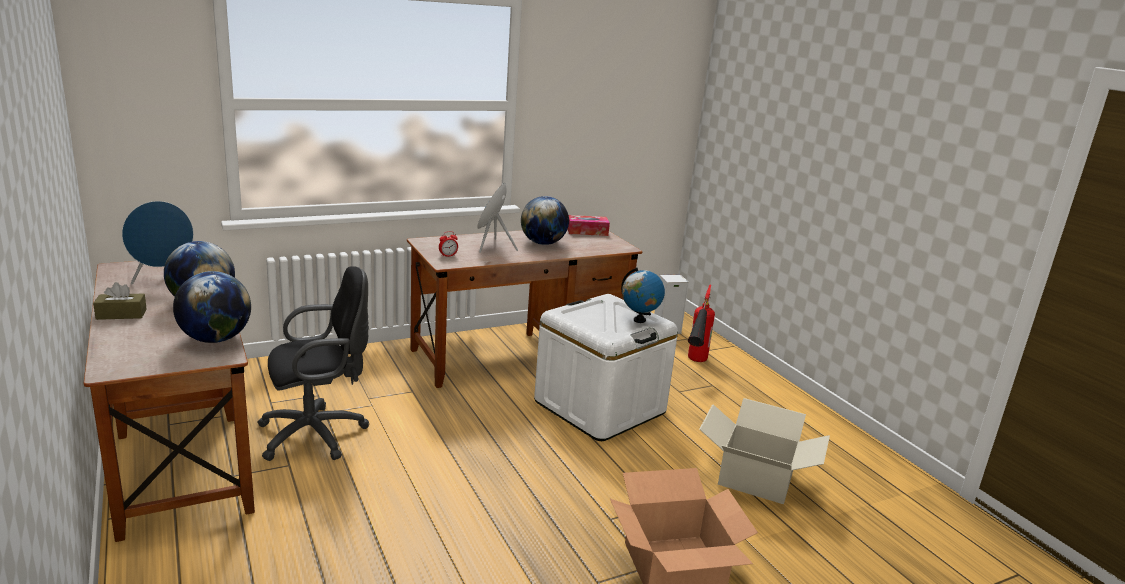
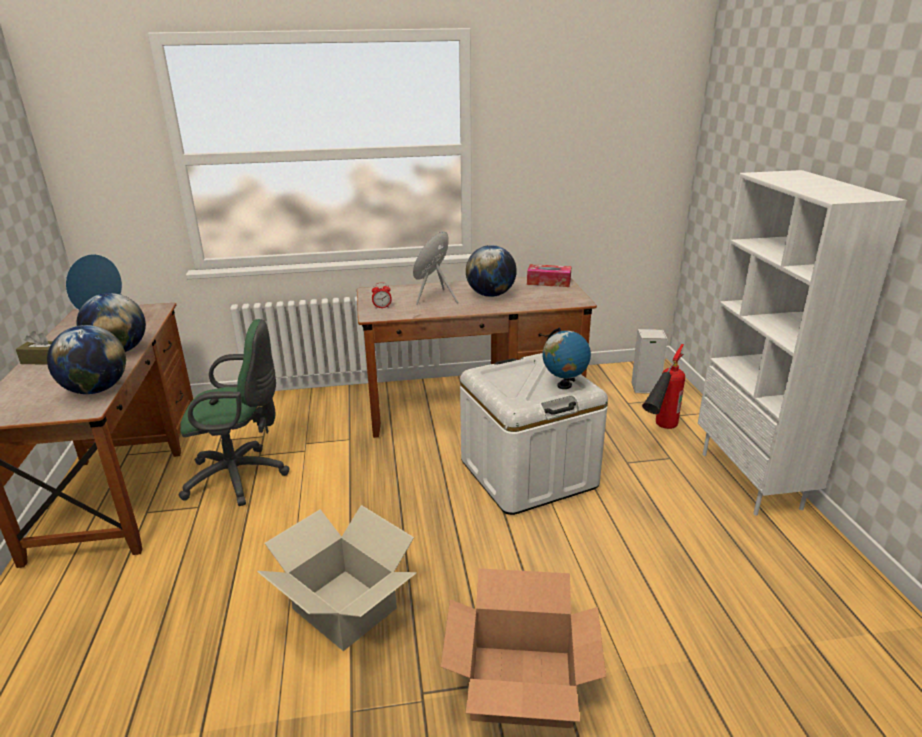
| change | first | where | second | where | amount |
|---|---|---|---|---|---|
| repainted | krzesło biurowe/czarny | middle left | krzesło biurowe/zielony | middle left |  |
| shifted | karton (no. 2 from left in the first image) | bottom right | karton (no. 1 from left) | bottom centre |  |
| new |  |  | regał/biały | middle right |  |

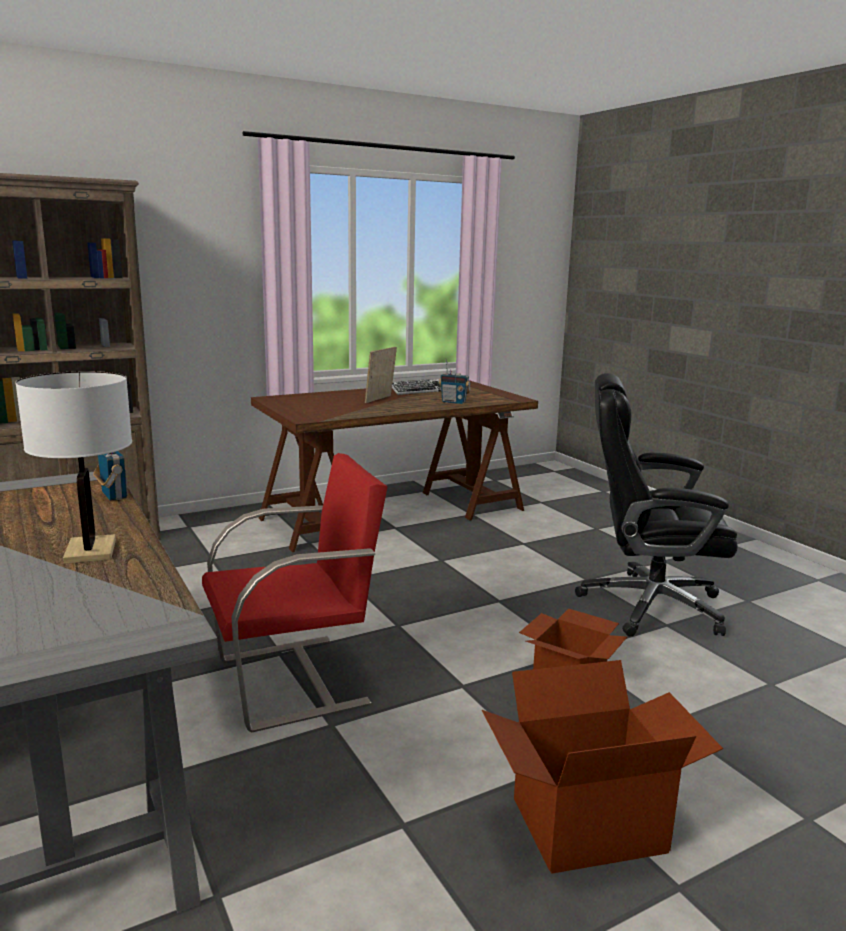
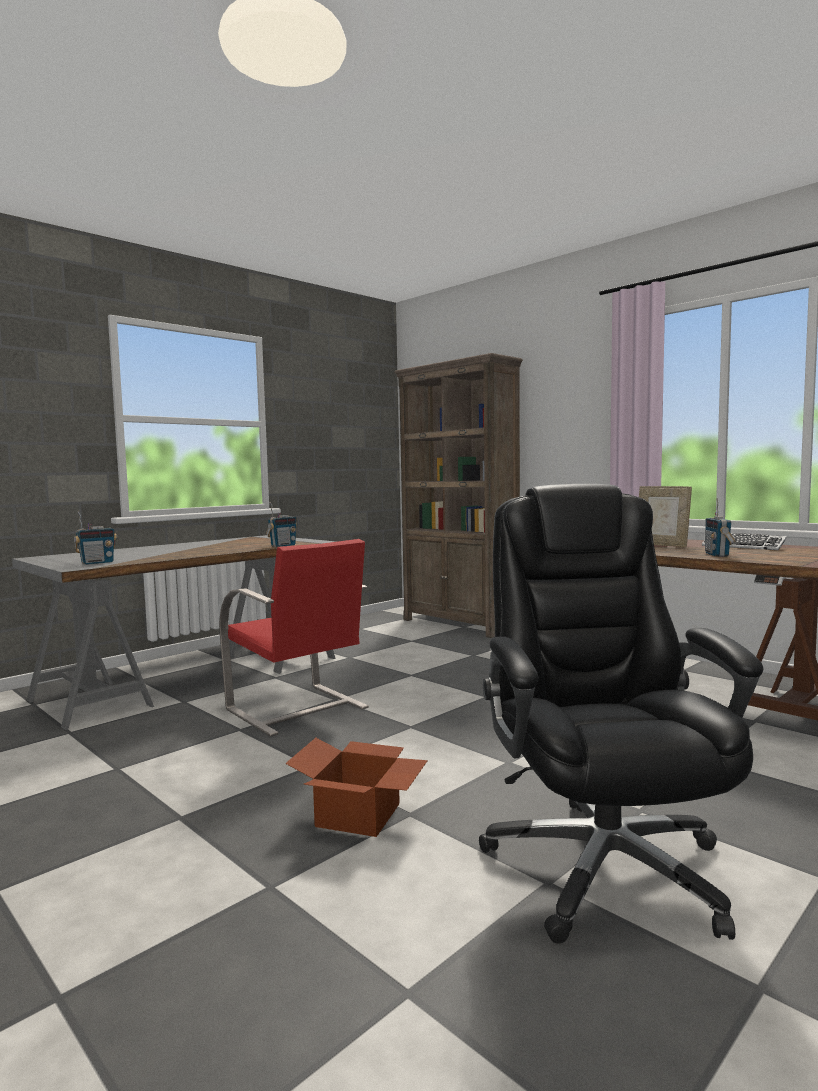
| change | first | where | second | where | amount |
|---|---|---|---|---|---|
| new |  |  | radio (no. 1 from left) | middle left |  |
| rotated | ramka na zdjęcie | centre |  | middle right | 150 degrees counterclockwise |
| gone | lampa stołowa/biały | middle left |  |  |  |
| gone | karton (no. 2 from left) | bottom right |  |  |  |

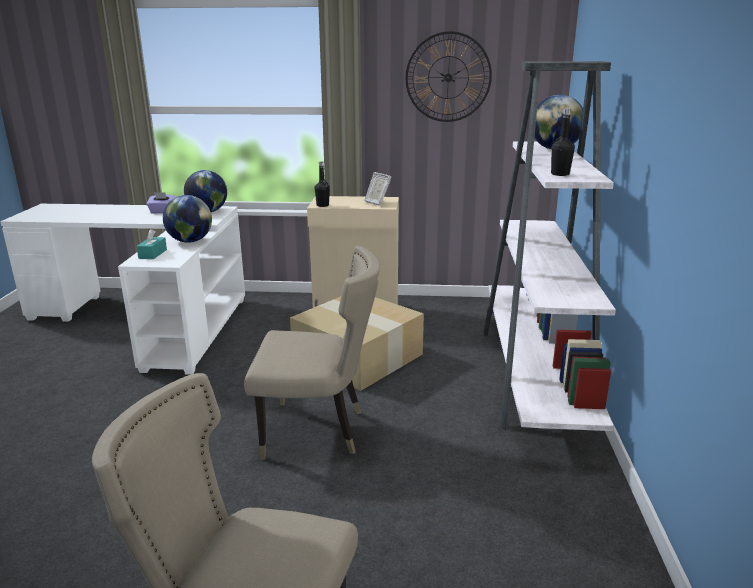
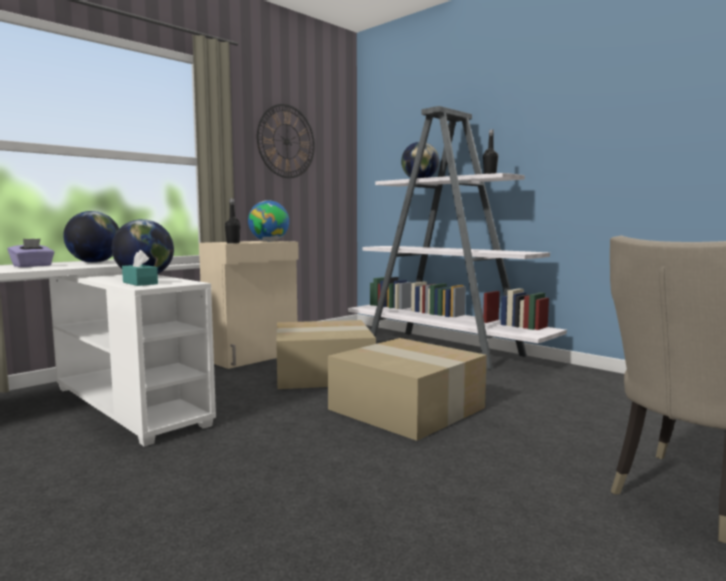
| change | first | where | second | where | amount |
|---|---|---|---|---|---|
| swapped | ramka na zdjęcie | top centre | globus (no. 3 from left) | centre |  |
| swapped | krzesło/beżowy (no. 2 from left) | centre | karton (no. 2 from left) | bottom centre |  |

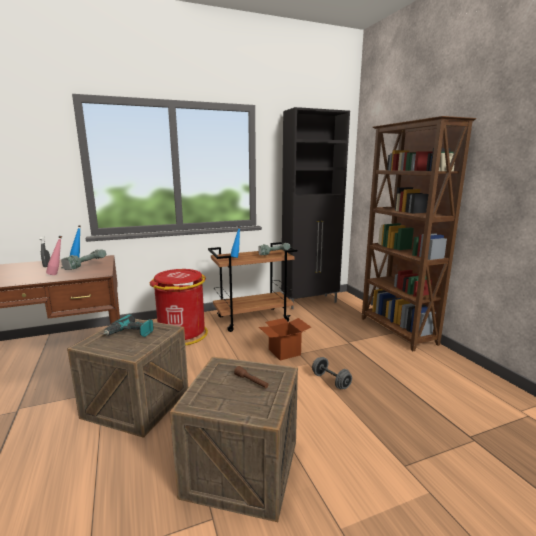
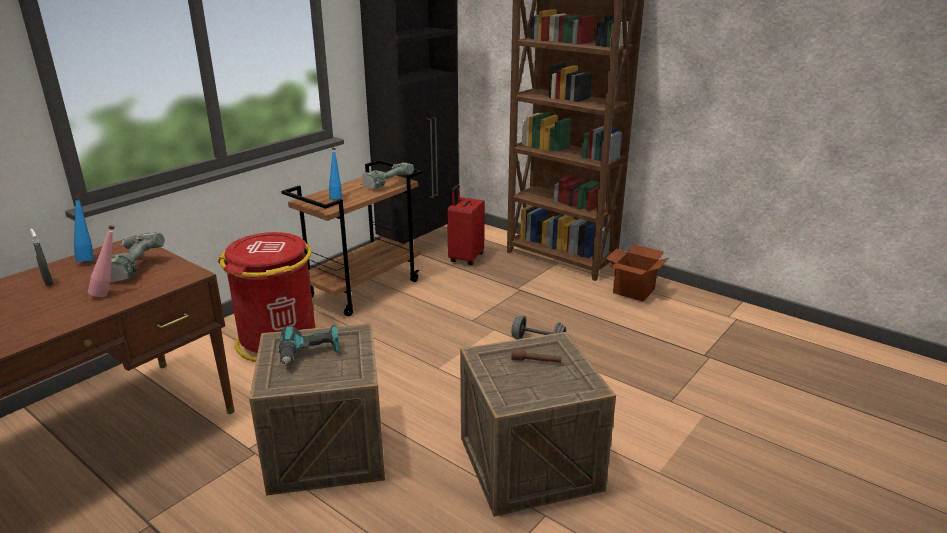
| change | first | where | second | where | amount |
|---|---|---|---|---|---|
| new |  |  | walizka/czerwony | centre |  |
| shifted | karton | centre |  | middle right |  |

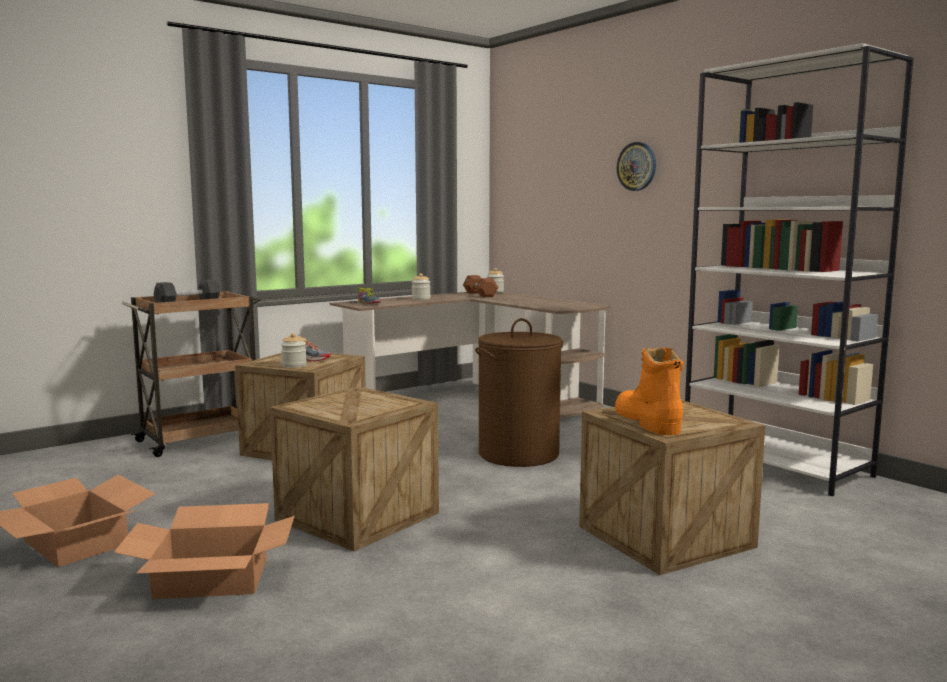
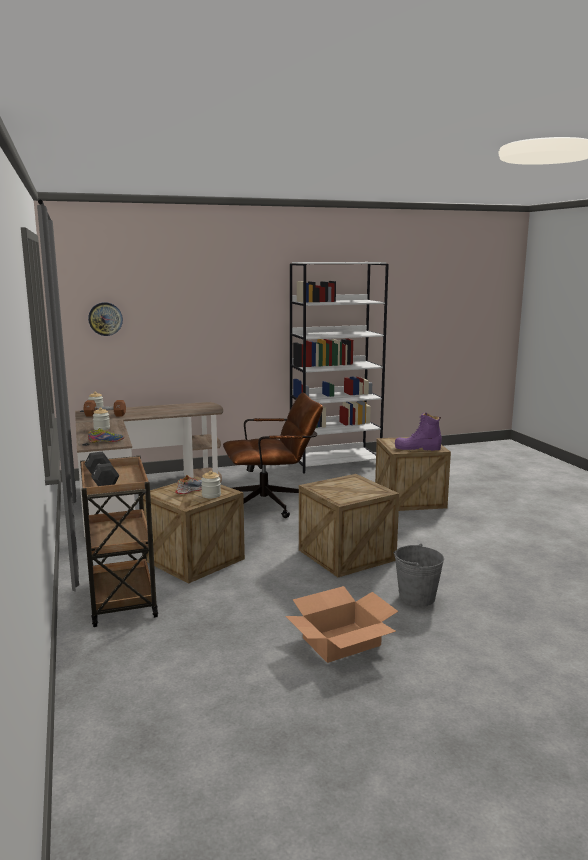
| change | first | where | second | where | amount |
|---|---|---|---|---|---|
| shifted | zegar ścienny | top right |  | middle left |  |
| swapped | kosz na pranie/brązowy | centre | krzesło biurowe/brązowy | centre |  |
| swapped | karton (no. 2 from left) | bottom left | wiadro/szary | bottom right |  |
| repainted | but z cholewką/pomarańczowy | middle right | but z cholewką/fioletowy | middle right |  |

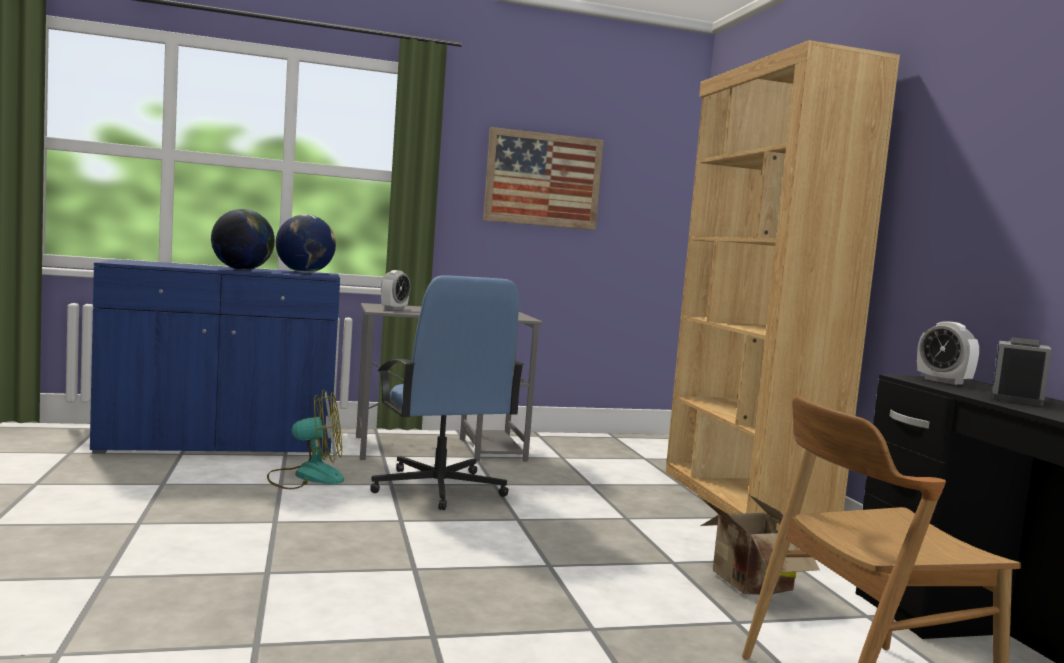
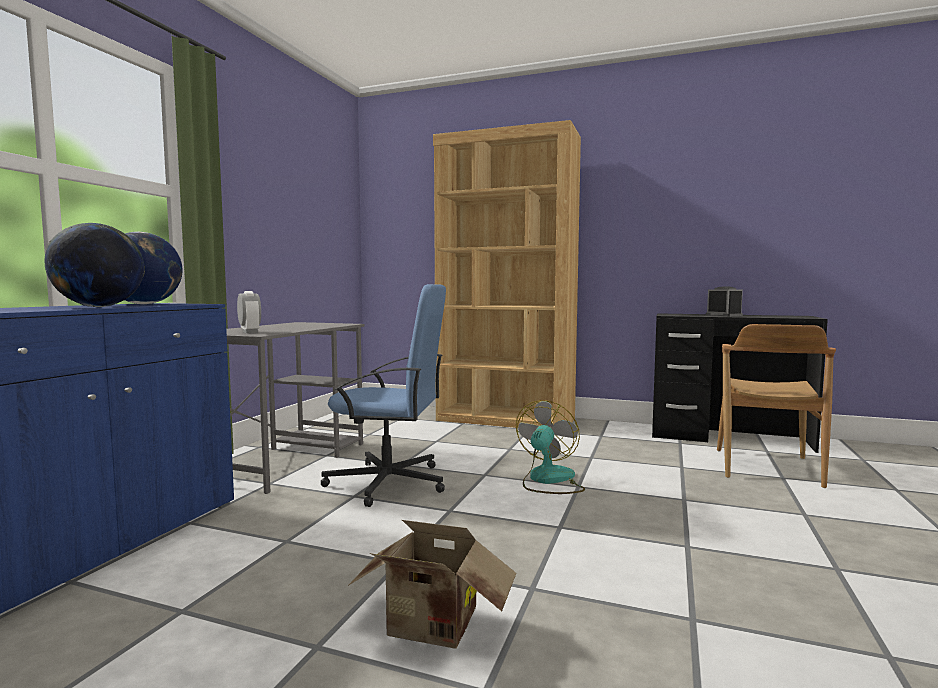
| change | first | where | second | where | amount |
|---|---|---|---|---|---|
| shifted | karton | bottom right |  | bottom centre |  |
| shifted | wentylator | middle left |  | centre |  |
| gone | obraz | top centre |  |  |  |
| gone | budzik (no. 2 from left) | middle right |  |  |  |

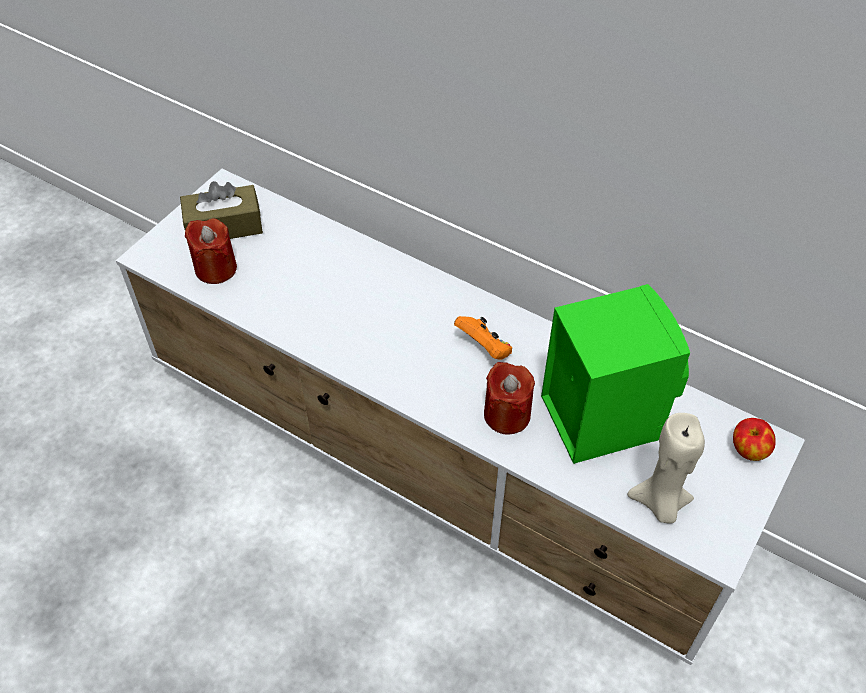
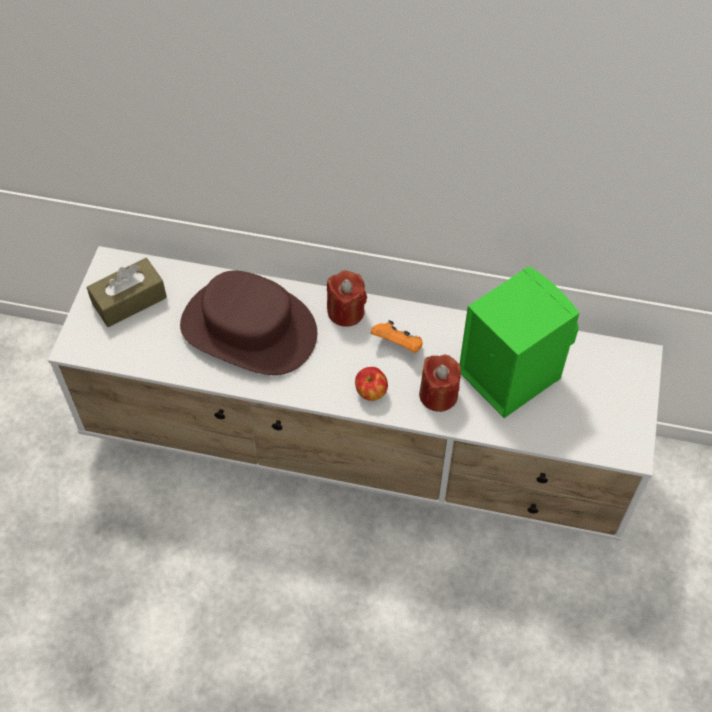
| change | first | where | second | where | amount |
|---|---|---|---|---|---|
| new |  |  | kapelusz/brązowy | centre |  |
| shifted | świeca/czerwony (no. 1 from left) | middle left |  | centre |  |
| shifted | jabłko | middle right |  | centre |  |
| gone | świeca/beżowy | bottom right |  |  |  |

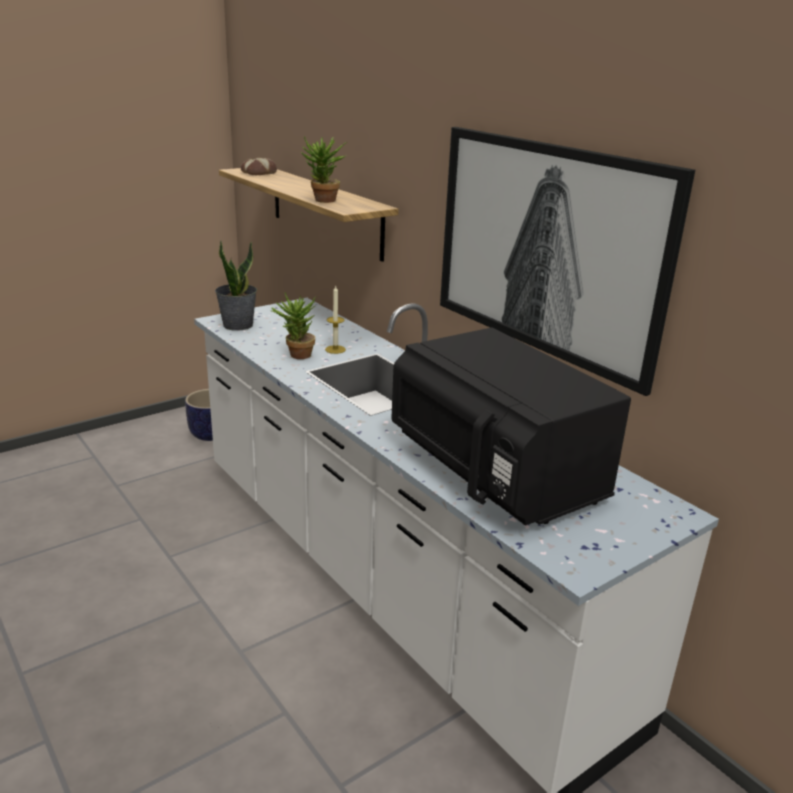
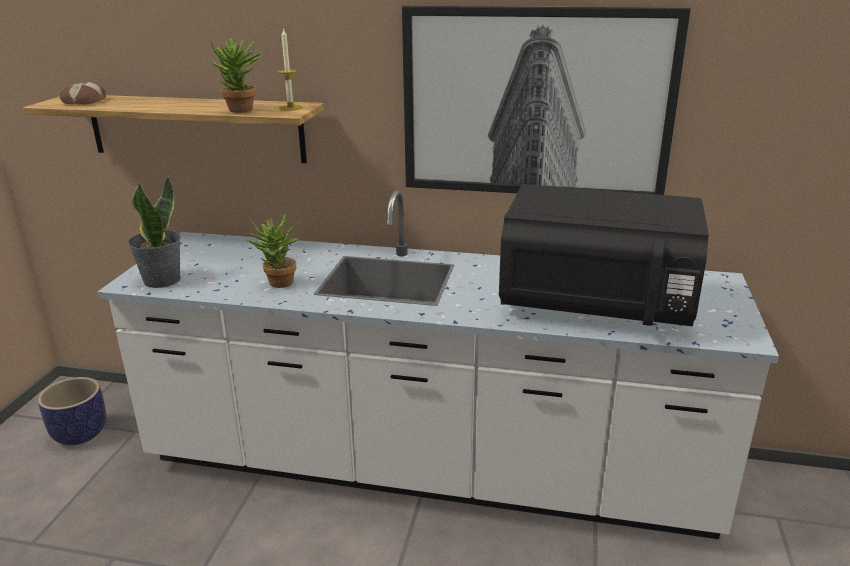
| change | first | where | second | where | amount |
|---|---|---|---|---|---|
| shifted | świeca | centre |  | top centre |  |

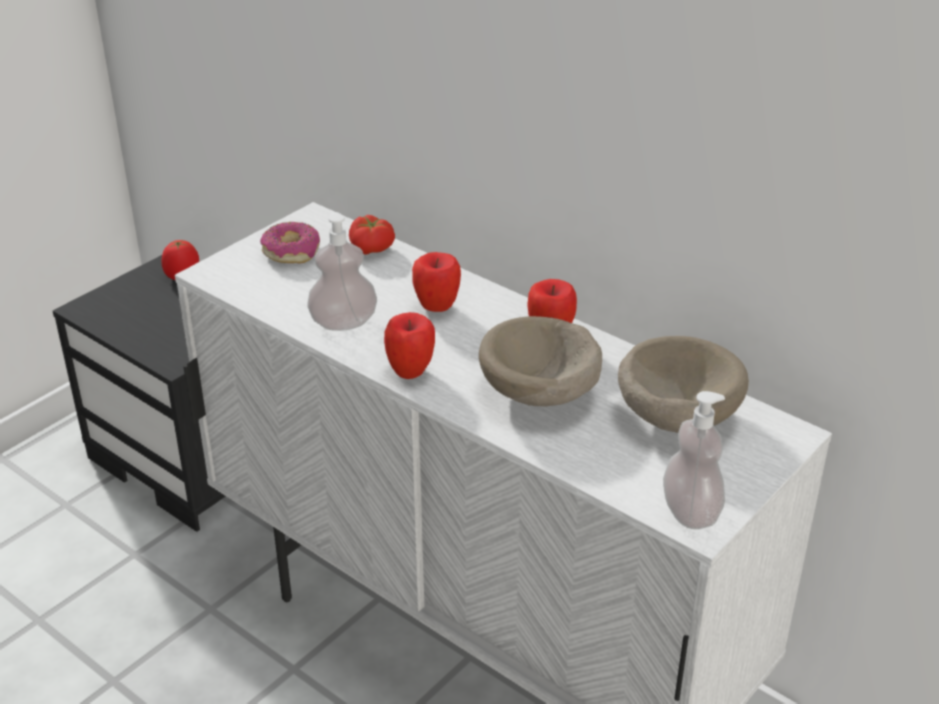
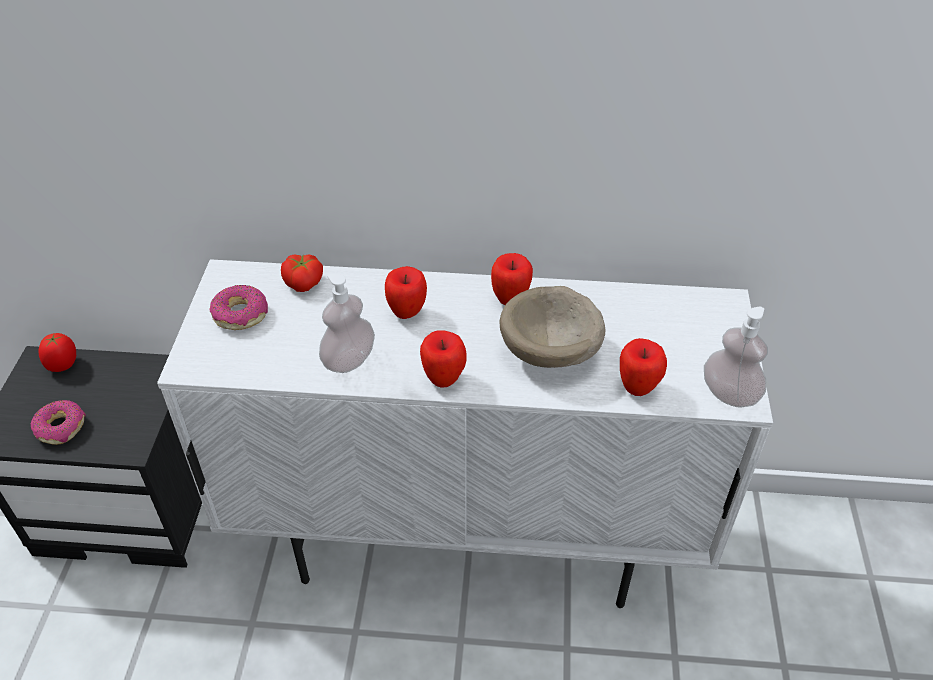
| change | first | where | second | where | amount |
|---|---|---|---|---|---|
| new |  |  | donut (no. 1 from left) | middle left |  |
| new |  |  | jabłko (no. 4 from left) | middle right |  |
| gone | miska/beżowy (no. 2 from left) | middle right |  |  |  |

